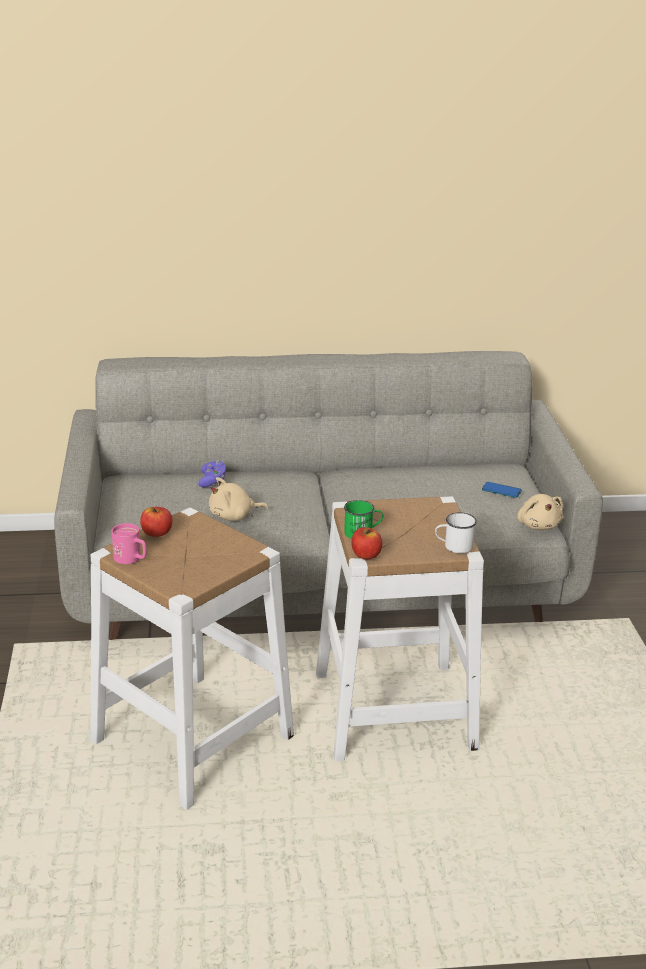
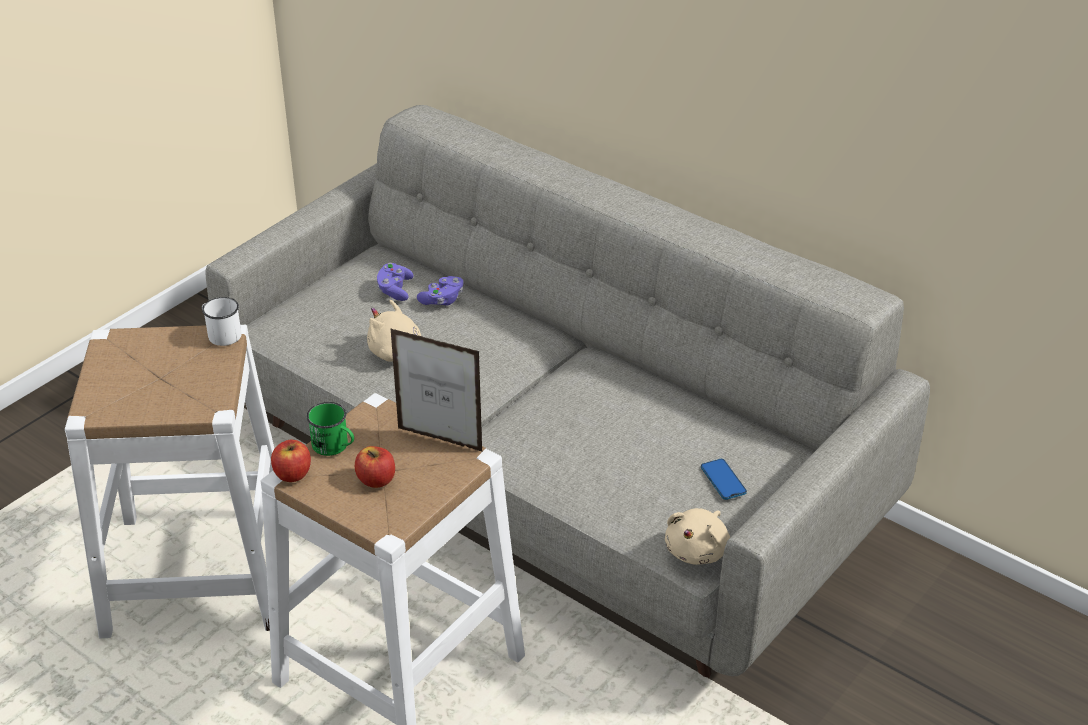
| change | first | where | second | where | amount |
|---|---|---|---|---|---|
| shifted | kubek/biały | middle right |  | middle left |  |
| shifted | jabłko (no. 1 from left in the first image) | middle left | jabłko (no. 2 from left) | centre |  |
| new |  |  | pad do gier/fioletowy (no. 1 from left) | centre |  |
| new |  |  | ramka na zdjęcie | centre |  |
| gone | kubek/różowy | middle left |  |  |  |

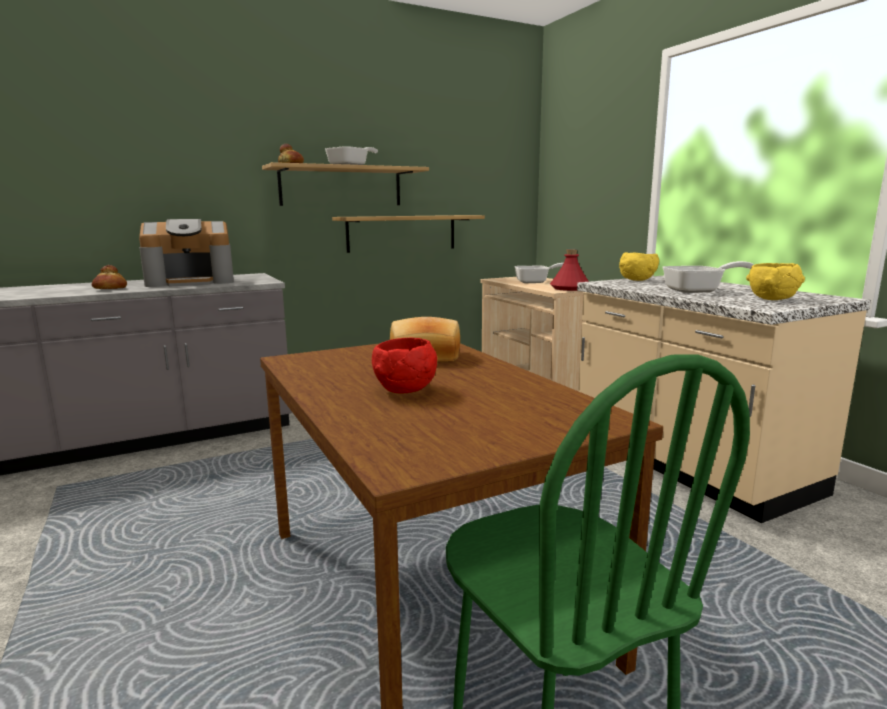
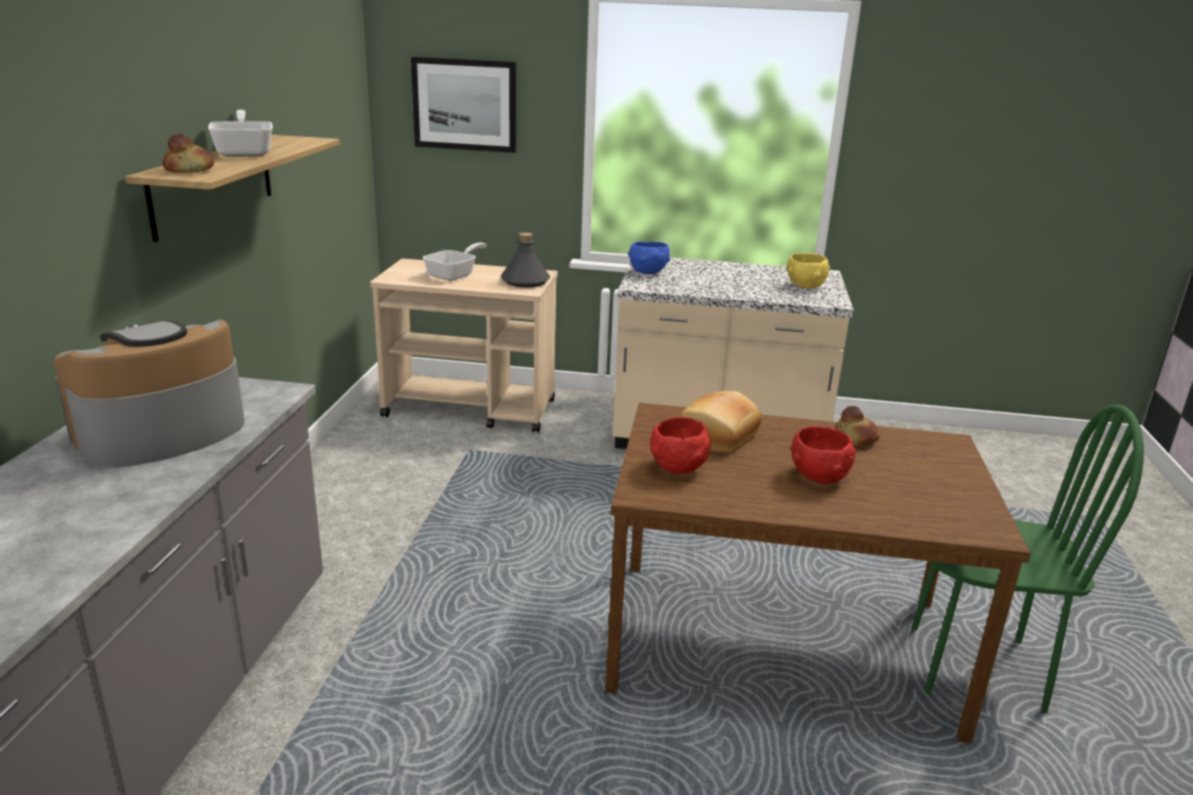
| change | first | where | second | where | amount |
|---|---|---|---|---|---|
| rotated | ekspres do kawy | middle left |  | middle left | 150 degrees counterclockwise |
| new |  |  | obraz | top centre |  |
| repainted | butelka/czerwony | centre | butelka/szary | top centre |  |
| repainted | miska/żółty (no. 1 from left) | middle right | miska/niebieski | top centre |  |
| new |  |  | miska/czerwony (no. 1 from left) | centre |  |
| shifted | chleb (no. 1 from left in the first image) | middle left | chleb (no. 3 from left) | middle right |  |
| gone | półka (no. 2 from left) | top centre |  |  |  |
| gone | patelnia (no. 3 from left) | middle right |  |  |  |

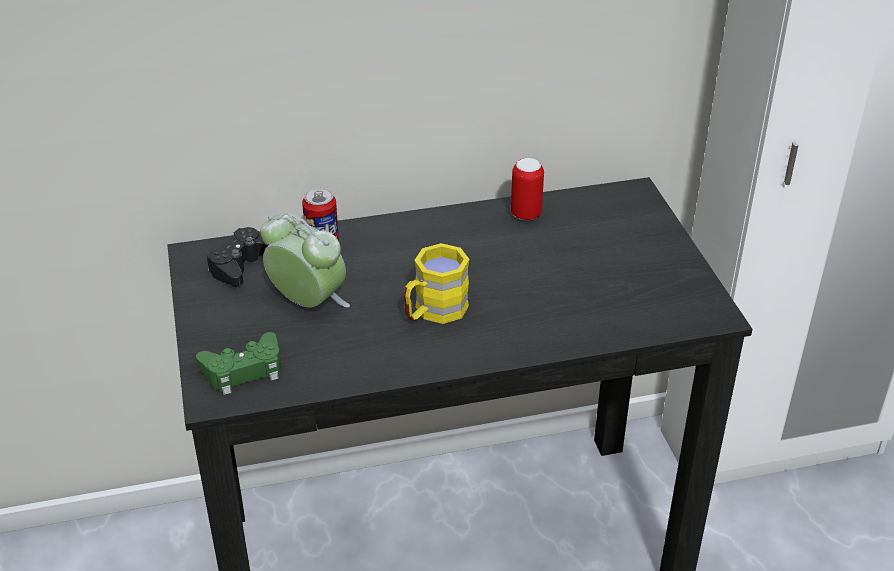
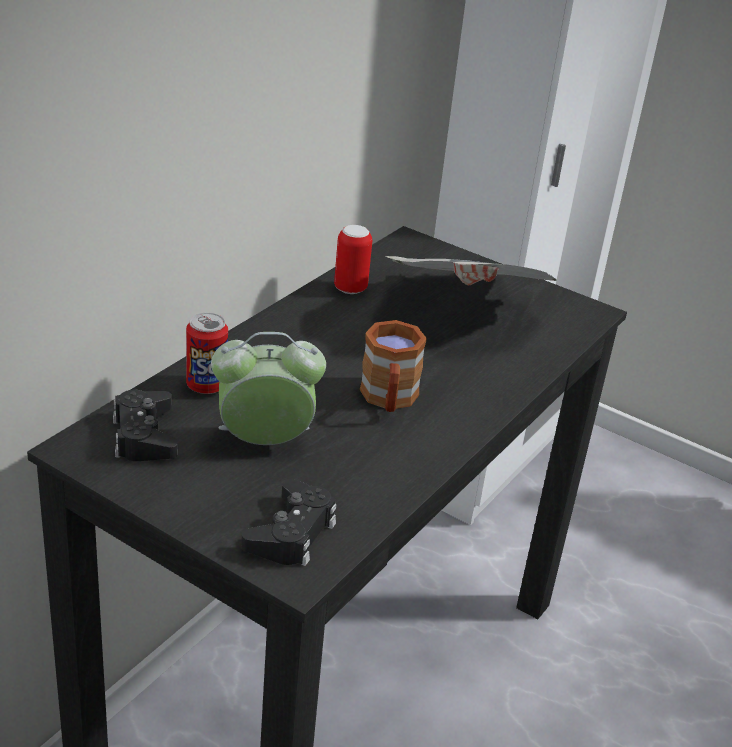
| change | first | where | second | where | amount |
|---|---|---|---|---|---|
| repainted | pad do gier/zielony | middle left | pad do gier/czarny (no. 2 from left) | bottom centre |  |
| repainted | kubek/żółty | centre | kubek/brązowy | centre |  |
| new |  |  | gazeta | centre |  |

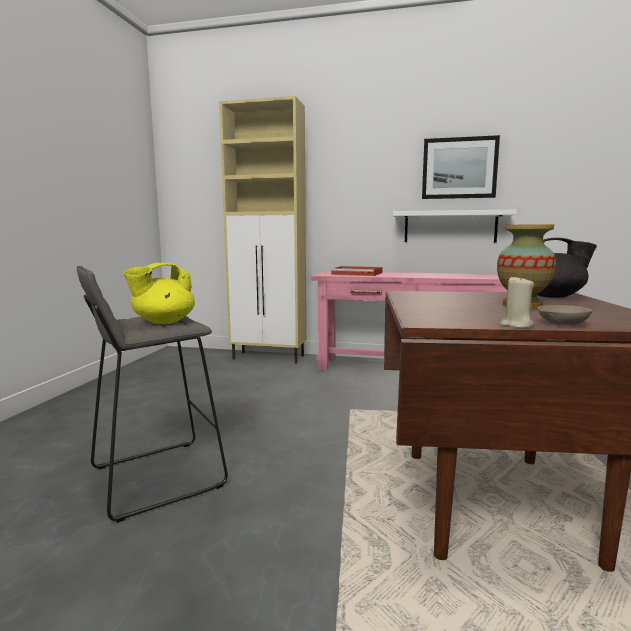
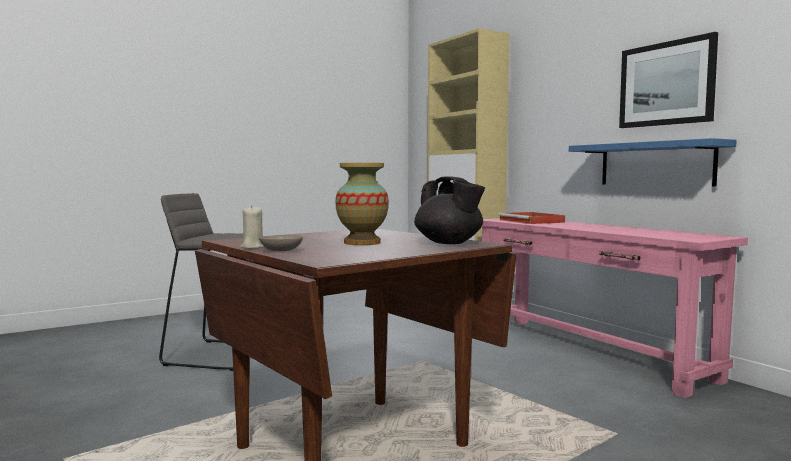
| change | first | where | second | where | amount |
|---|---|---|---|---|---|
| repainted | półka/biały | middle right | półka/niebieski | middle right |  |
| gone | imbryk/żółty | middle left |  |  |  |

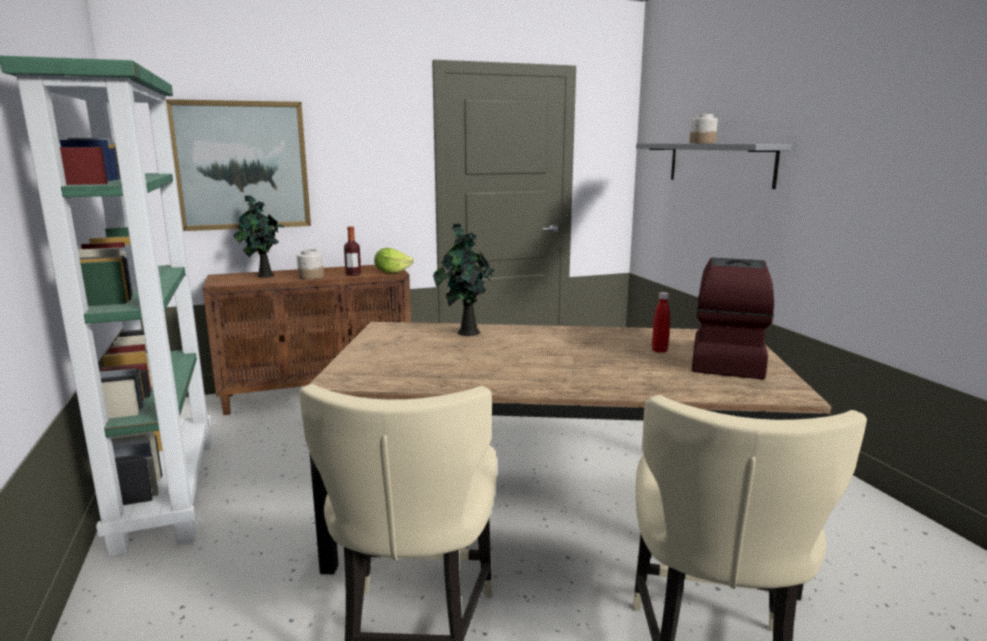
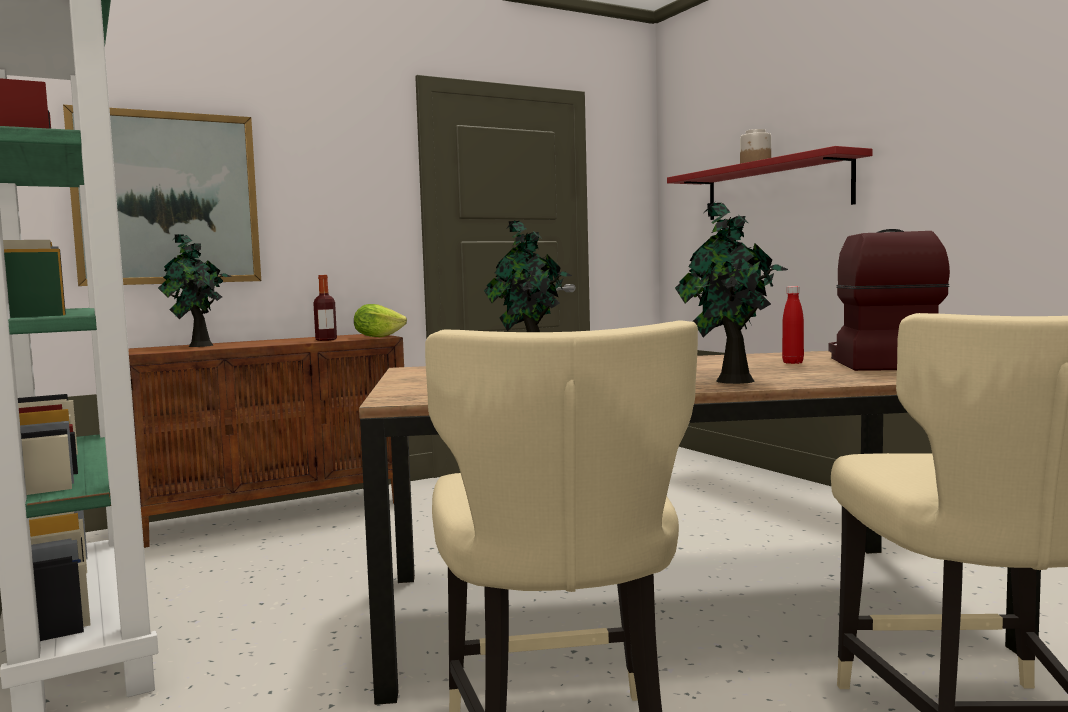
| change | first | where | second | where | amount |
|---|---|---|---|---|---|
| repainted | półka/szary | top right | półka/czerwony | top right |  |
| new |  |  | roślina doniczkowa (no. 3 from left) | middle right |  |
| gone | słoik (no. 1 from left) | middle left |  |  |  |

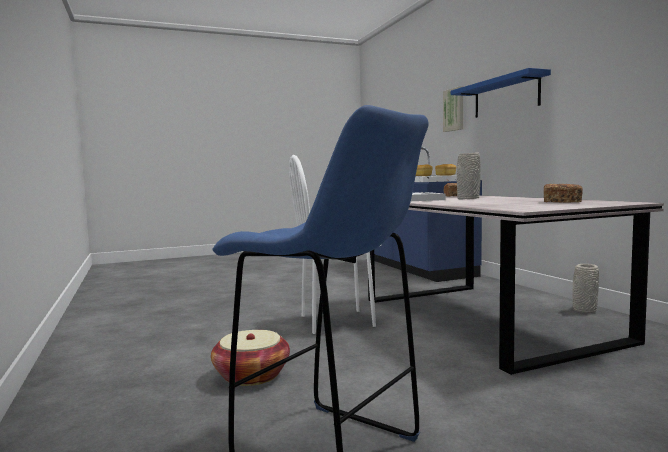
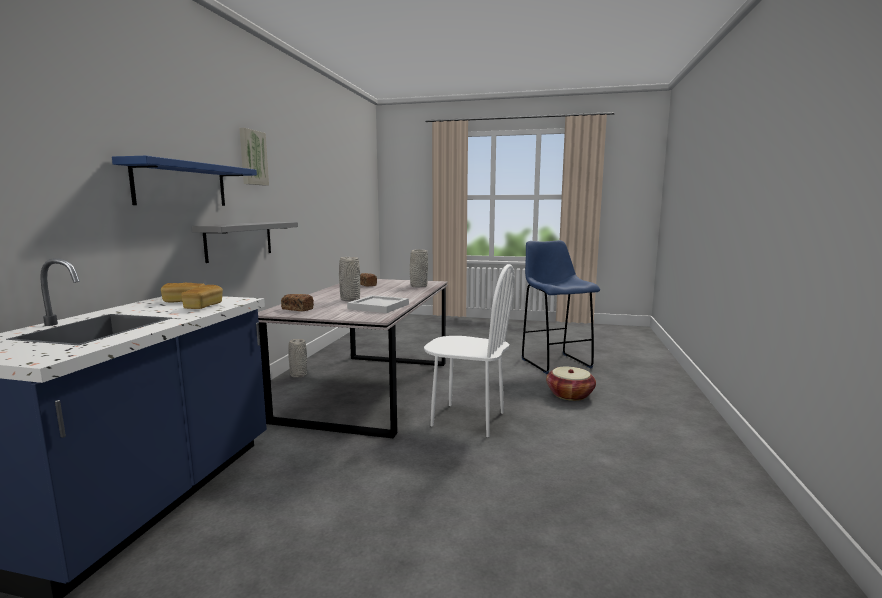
| change | first | where | second | where | amount |
|---|---|---|---|---|---|
| new |  |  | półka/szary | middle left |  |
| shifted | obraz | top right |  | top left |  |
| new |  |  | wazon/szary (no. 3 from left) | centre |  |

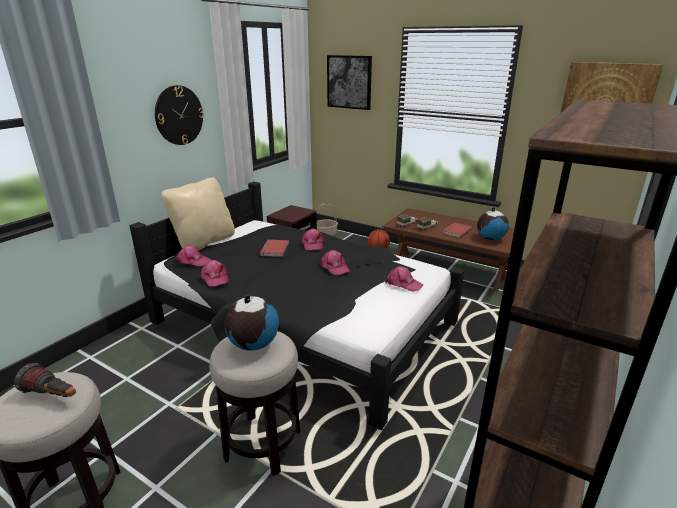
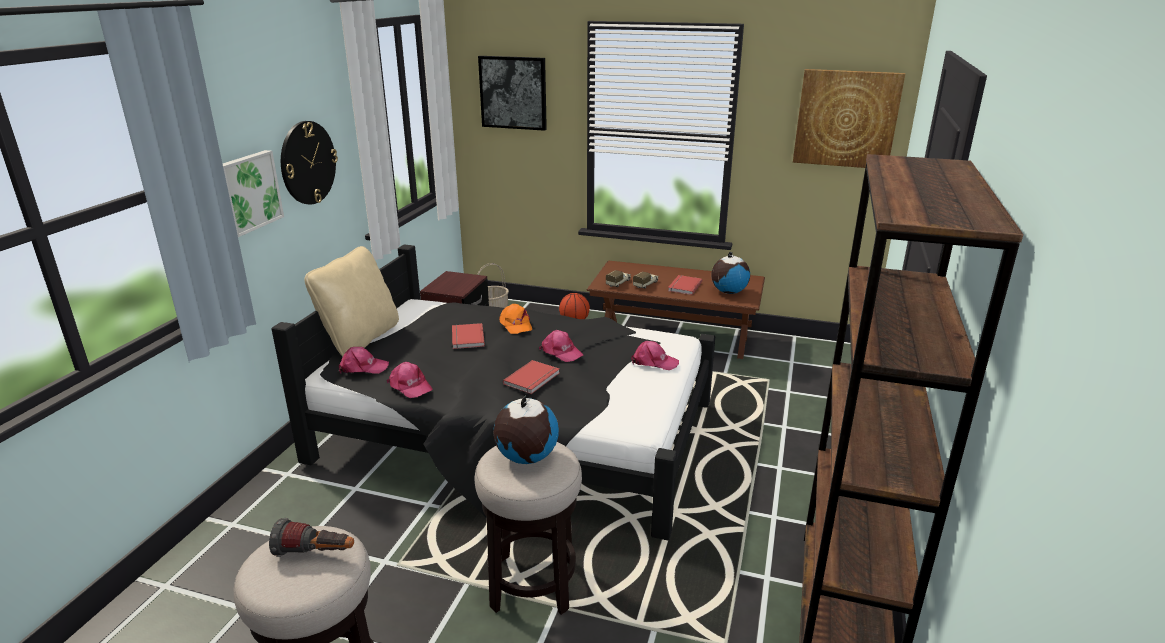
| change | first | where | second | where | amount |
|---|---|---|---|---|---|
| new |  |  | obraz (no. 1 from left) | top left |  |
| repainted | czapka z daszkiem/różowy (no. 3 from left) | centre | czapka z daszkiem/pomarańczowy | centre |  |
| new |  |  | książka/czerwony (no. 2 from left) | centre |  |

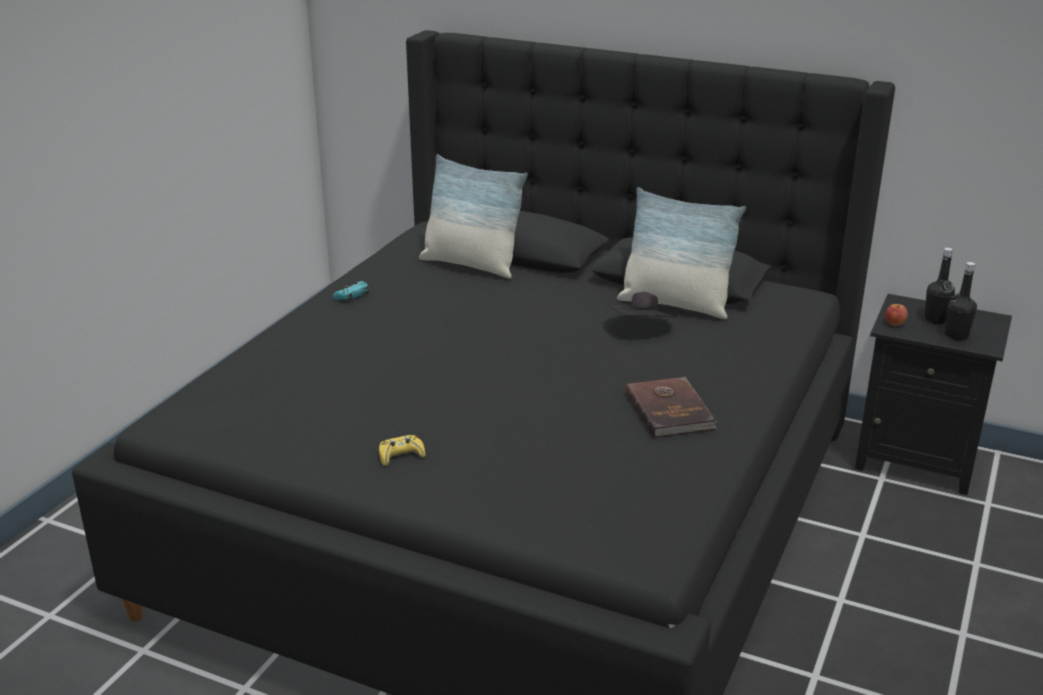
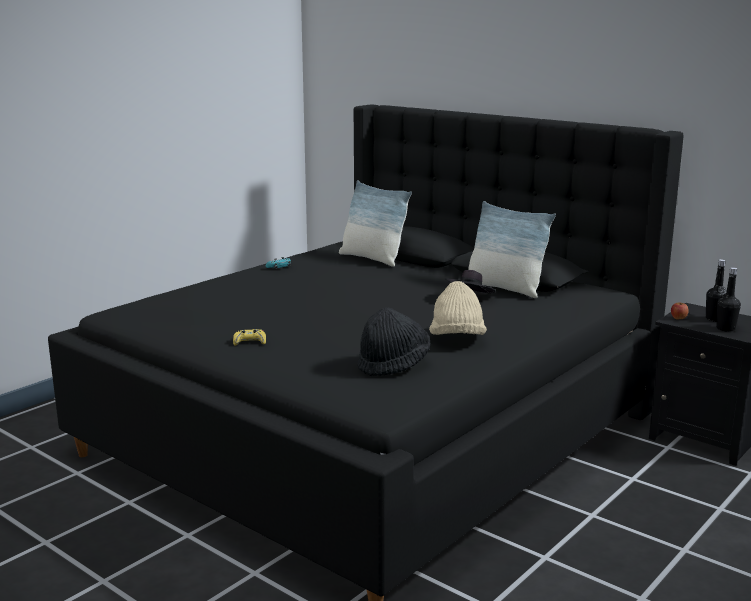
| change | first | where | second | where | amount |
|---|---|---|---|---|---|
| new |  |  | kapelusz/czarny (no. 1 from left) | centre |  |
| swapped | książka/brązowy | centre | kapelusz/beżowy | centre |  |

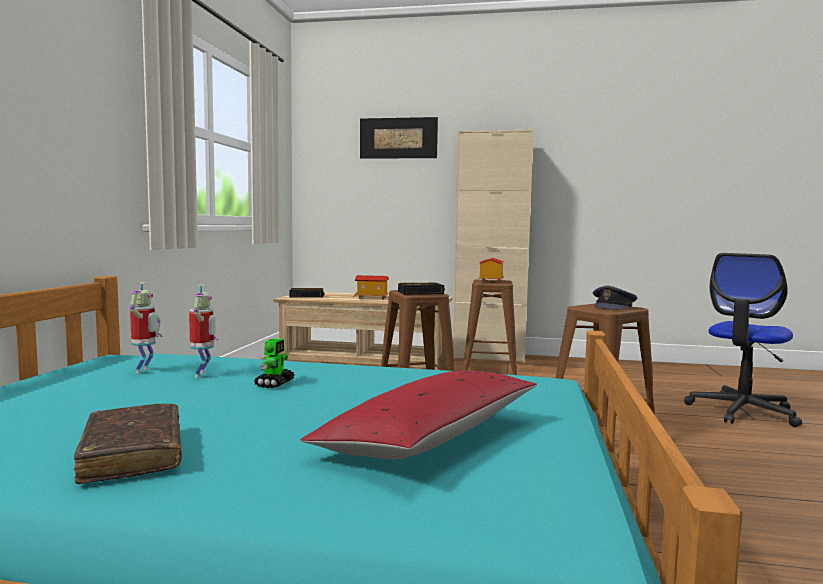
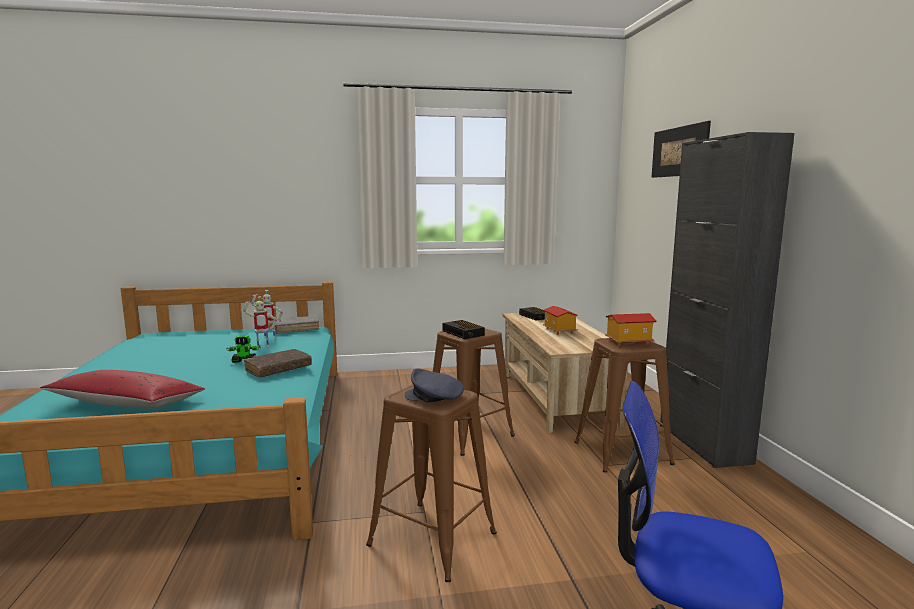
| change | first | where | second | where | amount |
|---|---|---|---|---|---|
| shifted | książka/brązowy | bottom left |  | middle left |  |
| new |  |  | książka/szary | middle left |  |
| repainted | szafka/beżowy | centre | szafka/czarny | middle right |  |

